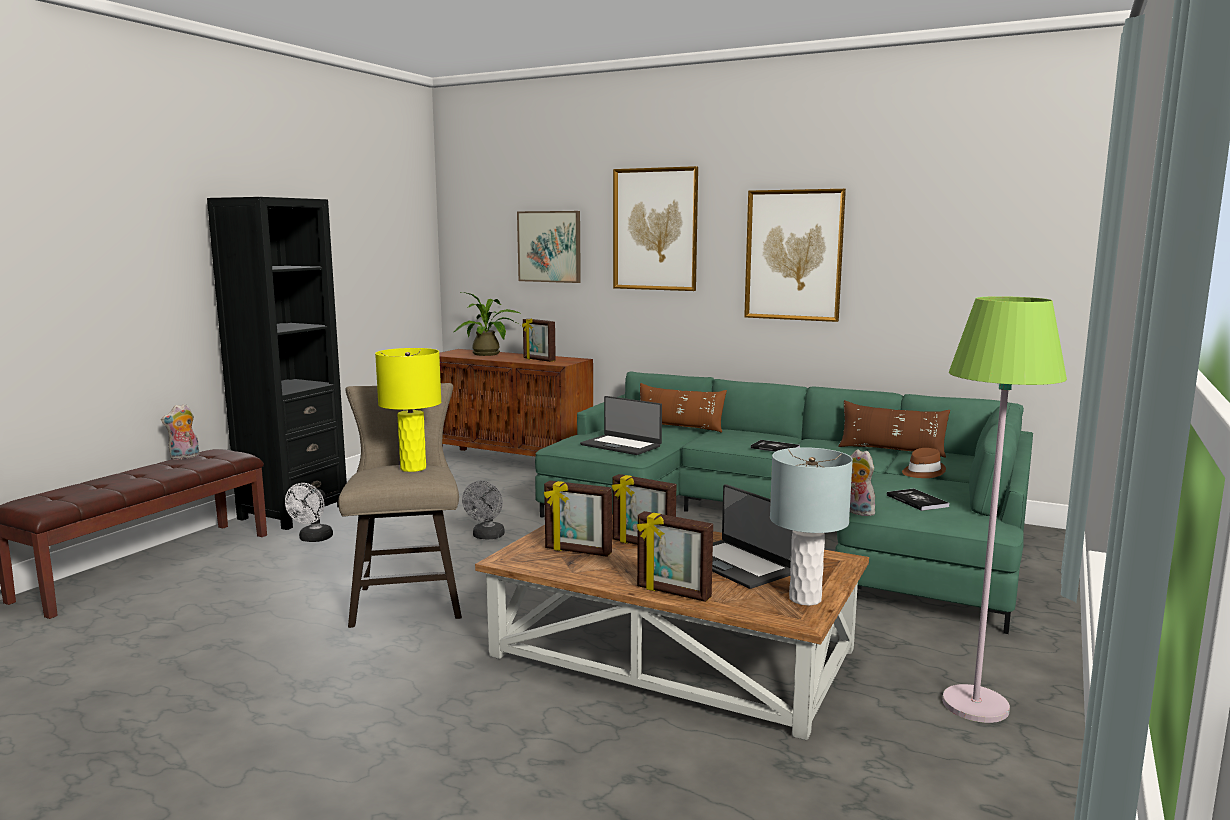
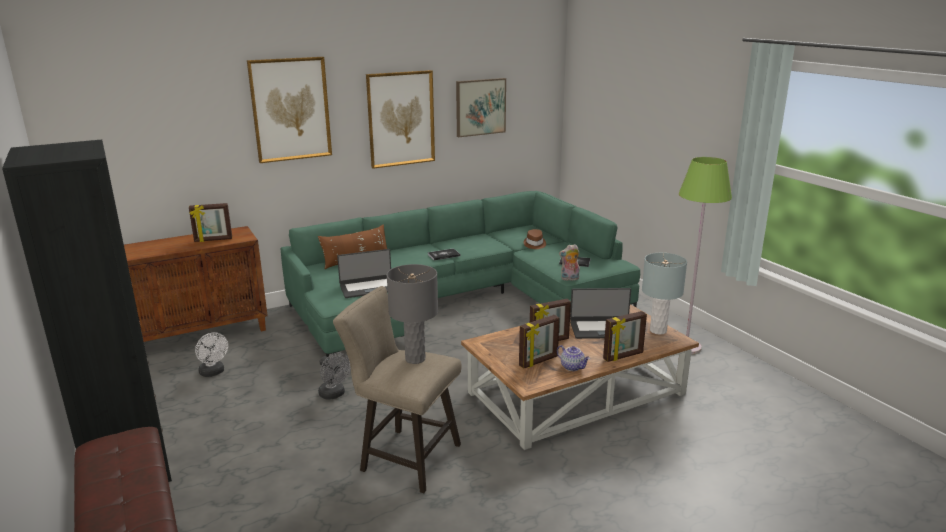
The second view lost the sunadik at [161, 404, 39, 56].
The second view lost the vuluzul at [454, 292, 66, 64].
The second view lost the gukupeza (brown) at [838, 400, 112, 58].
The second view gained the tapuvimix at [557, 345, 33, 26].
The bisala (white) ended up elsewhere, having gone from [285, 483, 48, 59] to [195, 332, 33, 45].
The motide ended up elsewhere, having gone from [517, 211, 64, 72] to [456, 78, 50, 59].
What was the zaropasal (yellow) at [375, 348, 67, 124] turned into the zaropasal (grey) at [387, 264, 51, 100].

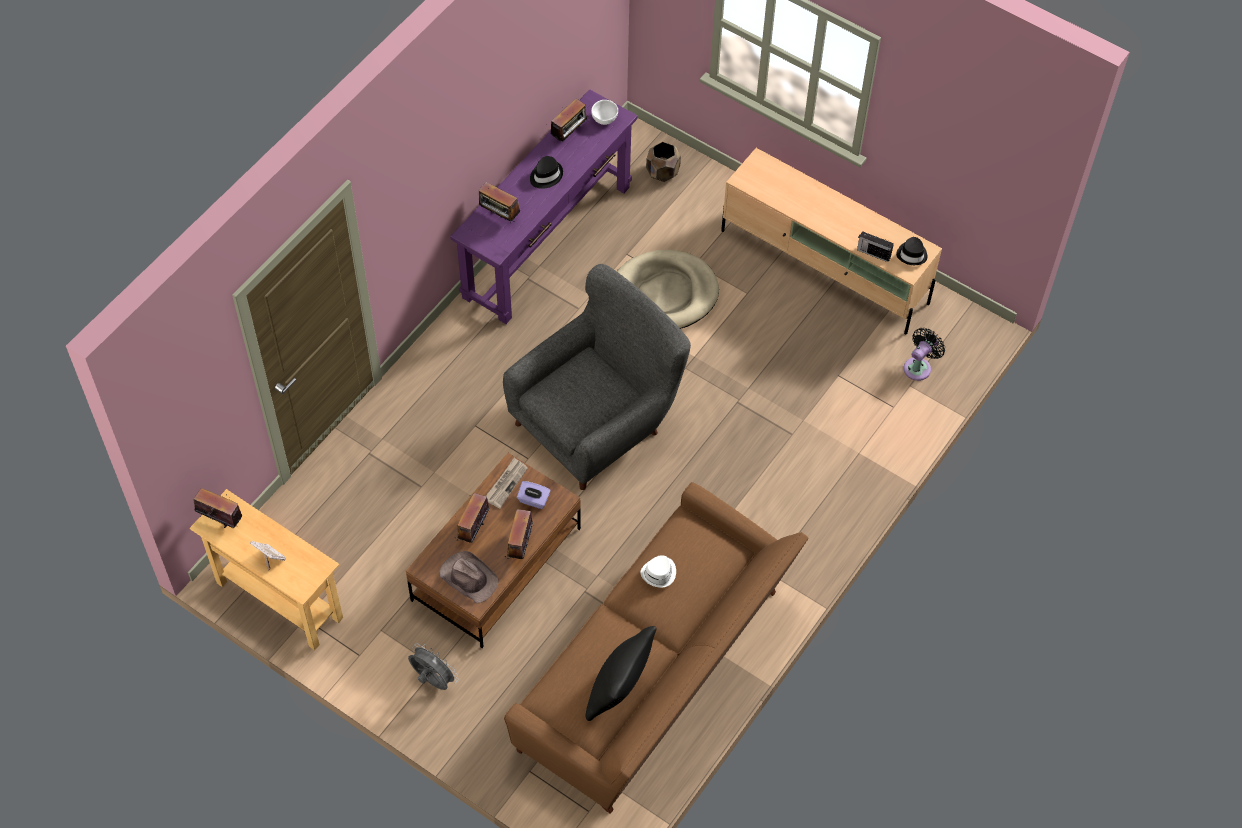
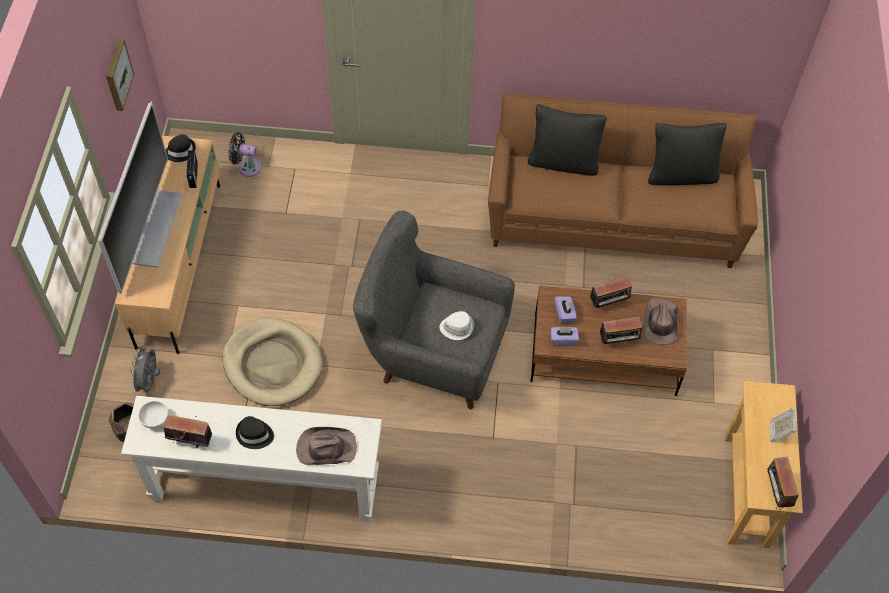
The second view gained the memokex at [98, 102, 85, 192].
The second view gained the motide at [106, 39, 28, 72].
The second view gained the gukupeza (black) at [528, 104, 79, 72].
The bisala (grey) ended up elsewhere, having gone from [408, 643, 51, 47] to [130, 345, 30, 50].
The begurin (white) ended up elsewhere, having gone from [641, 555, 35, 33] to [440, 311, 34, 29].
Where the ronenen stood at [479, 182, 41, 41], the begurin (brown) came to stand at [296, 427, 61, 38].
Where the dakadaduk stood at [486, 457, 42, 51], the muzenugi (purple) came to stand at [551, 327, 28, 19].
What was the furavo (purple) at [450, 89, 188, 235] turned into the furavo (white) at [121, 396, 261, 126].

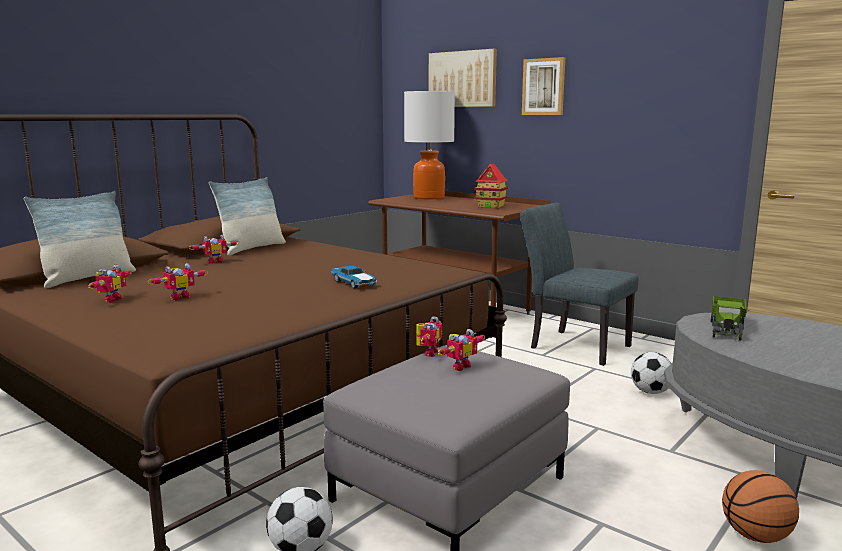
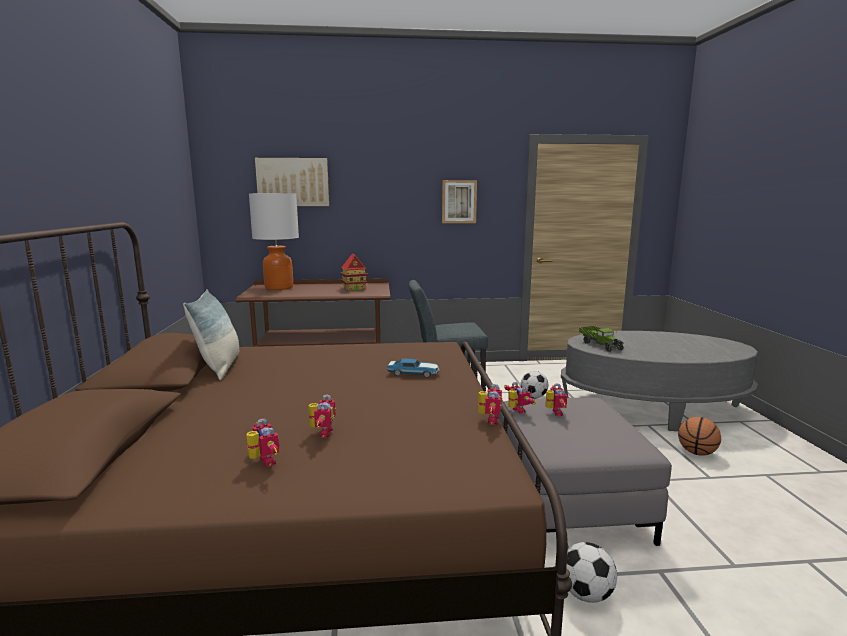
The second view lost the gukupeza at [24, 191, 112, 97].
The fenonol ended up elsewhere, having gone from [189, 234, 50, 30] to [478, 384, 24, 41].
The motide ended up elsewhere, having gone from [522, 57, 43, 58] to [442, 180, 35, 43].

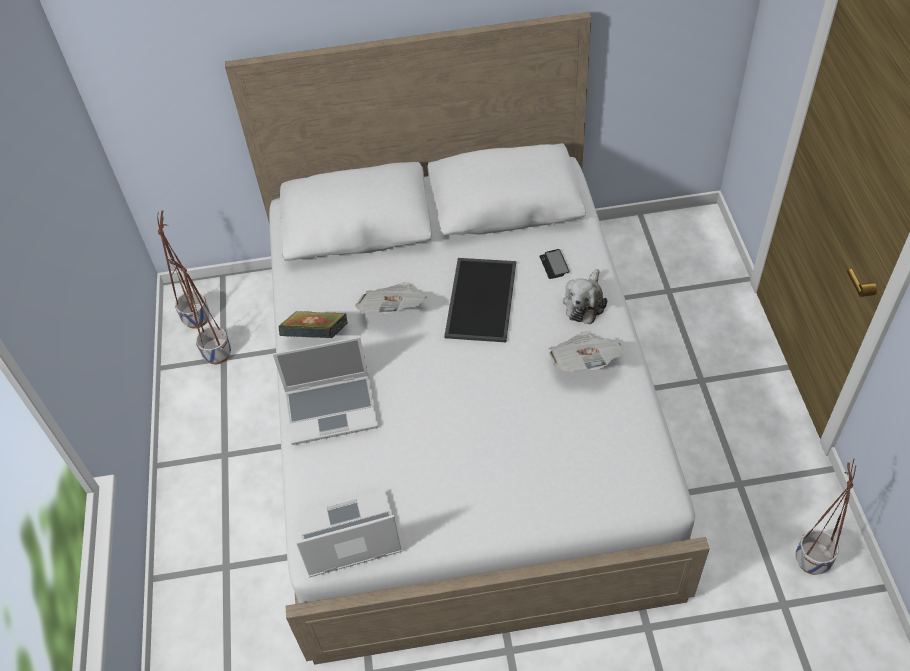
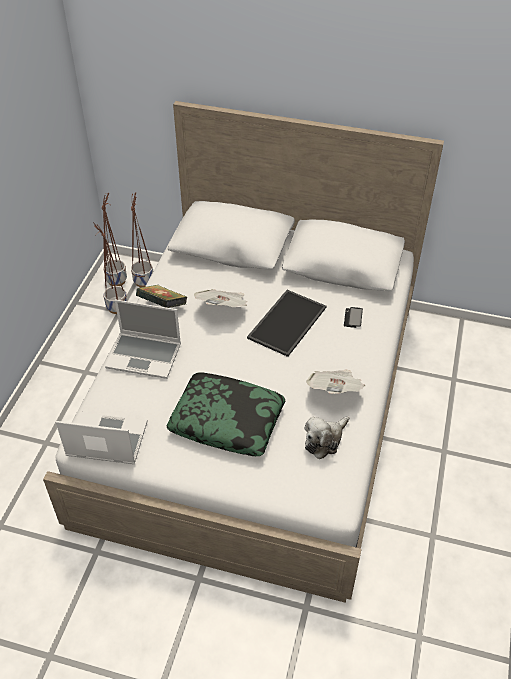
The second view gained the gukupeza at [167, 372, 118, 84].
The sunadik ended up elsewhere, having gone from [563, 269, 44, 56] to [304, 416, 45, 43].
The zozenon ended up elsewhere, having gone from [796, 459, 60, 116] to [131, 192, 22, 95].

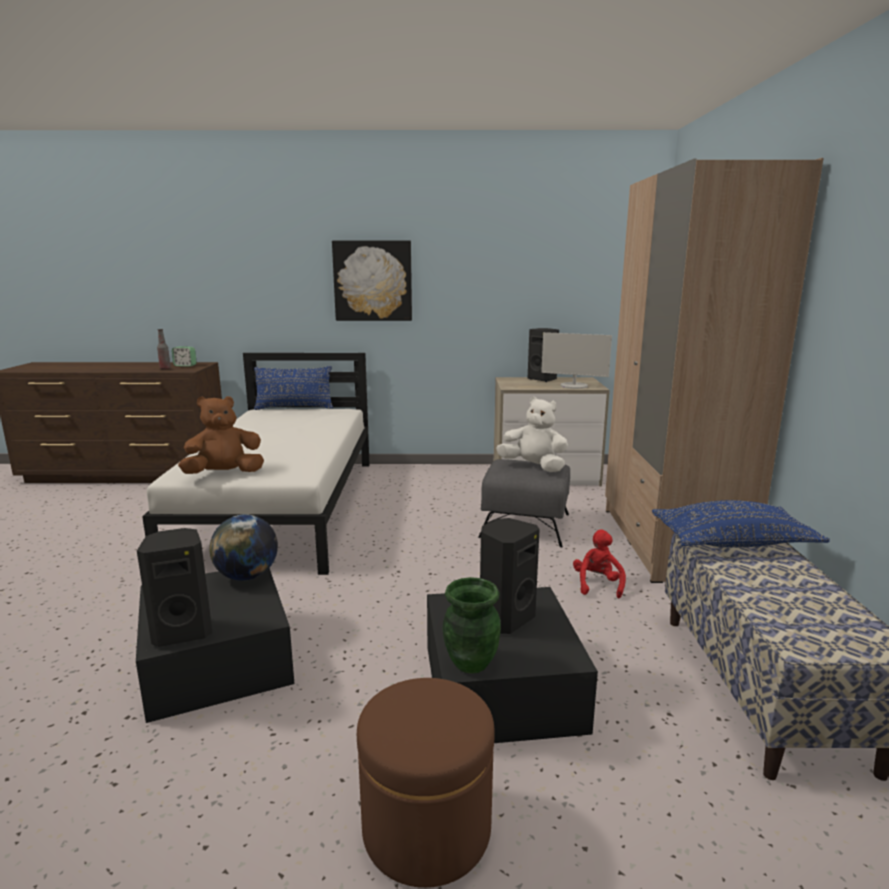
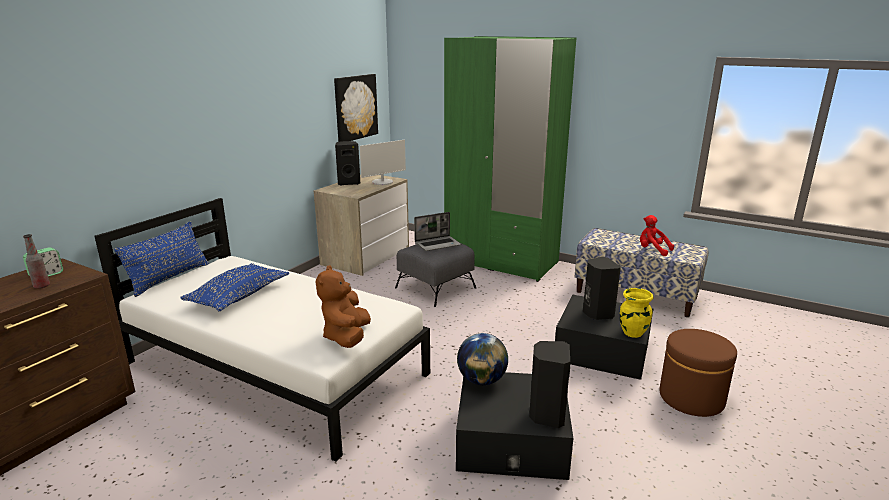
The motide ended up elsewhere, having gone from [332, 240, 80, 81] to [334, 74, 44, 68].
The sunadik (red) ended up elsewhere, having gone from [573, 529, 53, 69] to [640, 215, 34, 41].
The gukupeza (blue) ended up elsewhere, having gone from [652, 500, 178, 47] to [180, 263, 109, 48].
Where the sunadik (white) stood at [496, 397, 72, 75], the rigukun came to stand at [414, 212, 47, 39].
What was the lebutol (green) at [443, 577, 58, 97] turned into the lebutol (yellow) at [620, 288, 33, 50].
What was the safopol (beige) at [605, 158, 219, 425] turned into the safopol (green) at [444, 36, 132, 246].

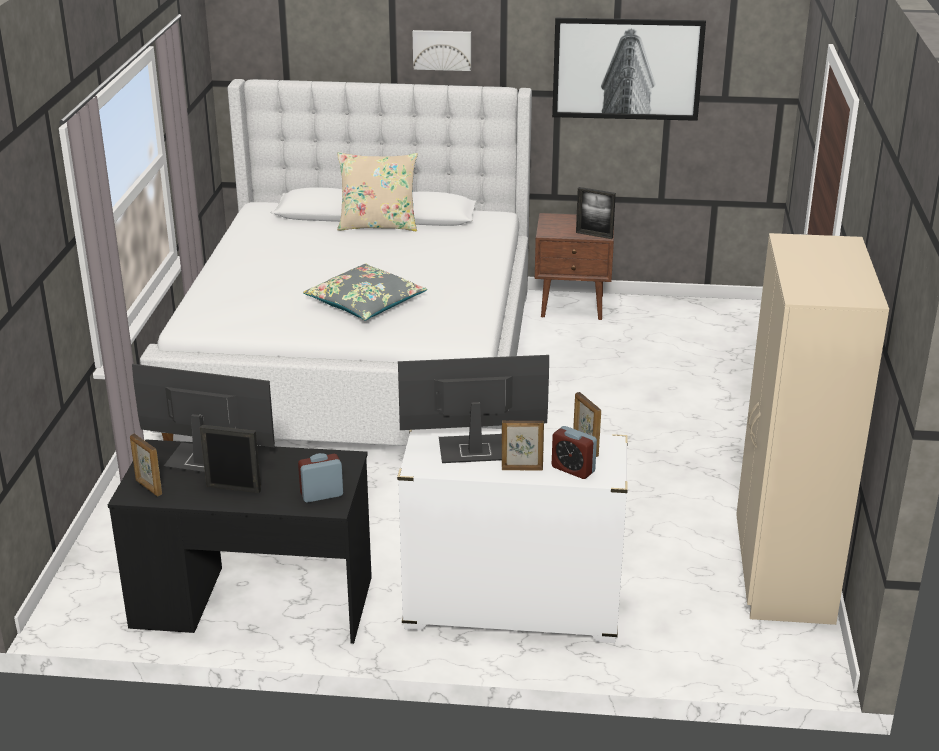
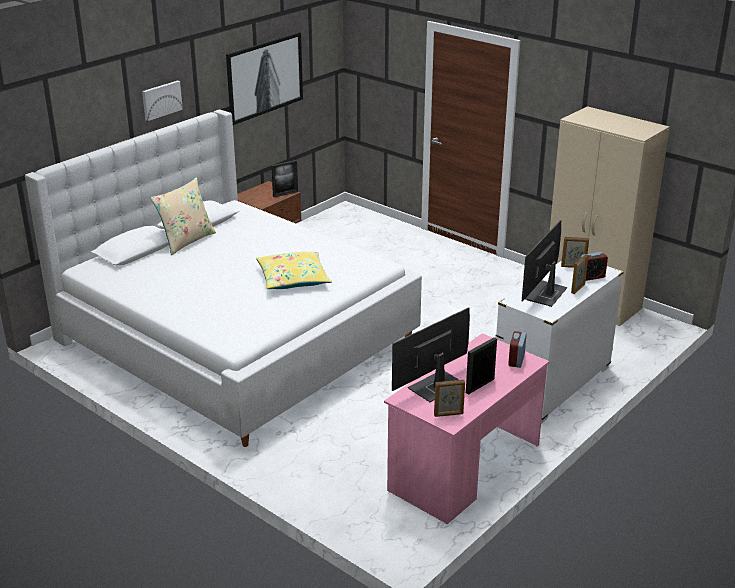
What was the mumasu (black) at [108, 439, 264, 205] turned into the mumasu (pink) at [384, 333, 165, 191].
What was the gukupeza (grey) at [303, 264, 124, 57] turned into the gukupeza (yellow) at [256, 251, 76, 38].

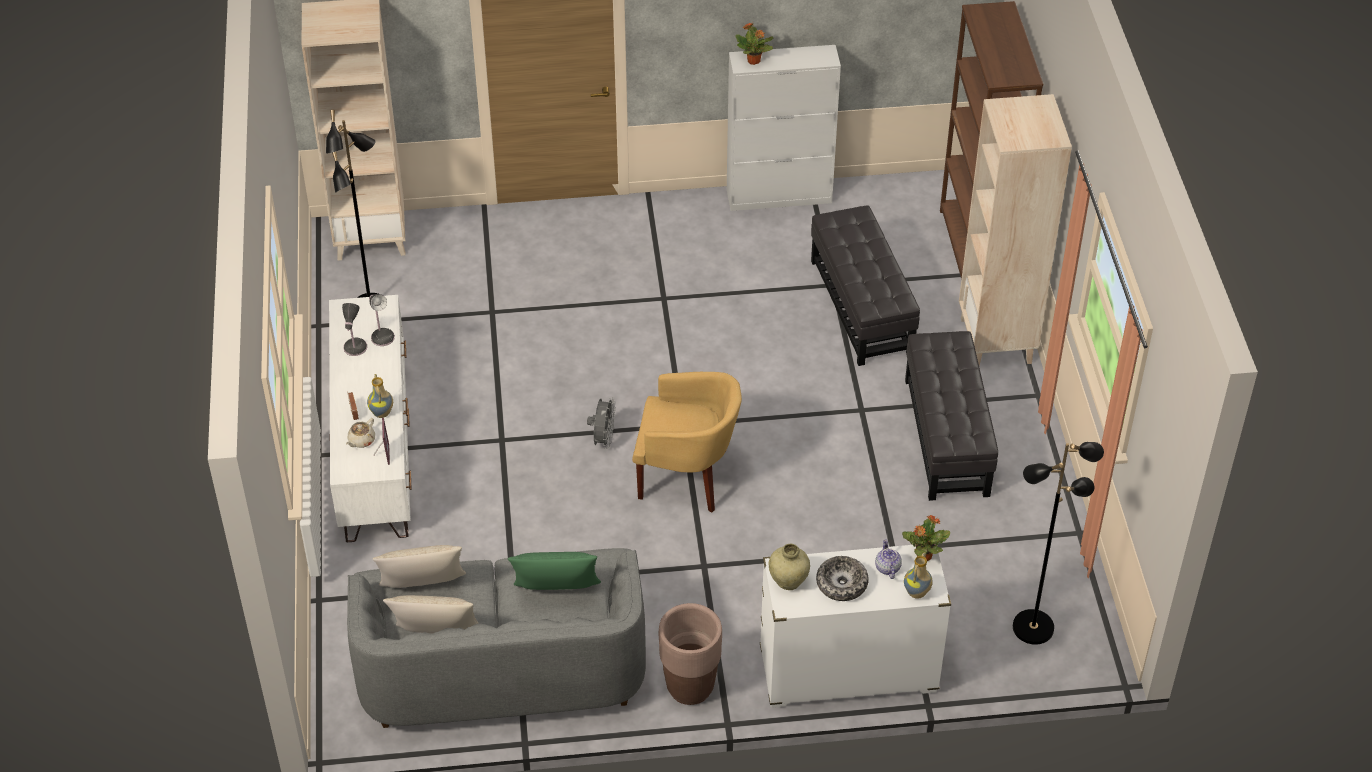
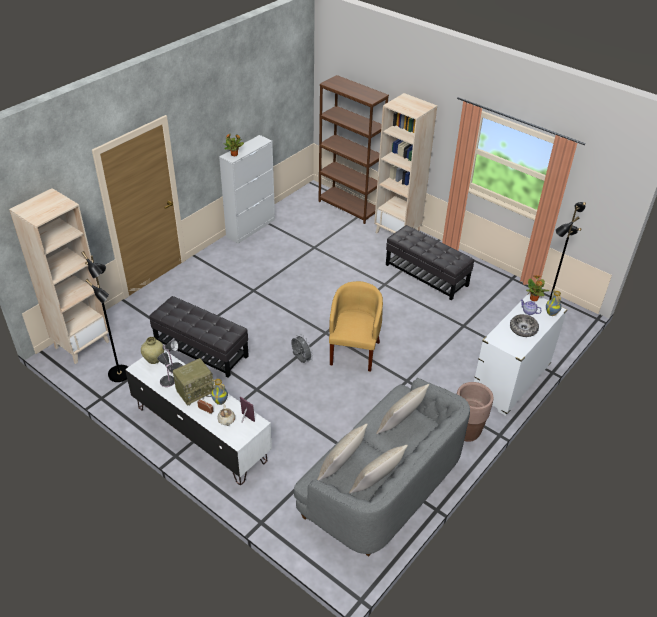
The second view gained the ronenen at [173, 358, 41, 48].
The lebutol (beige) ended up elsewhere, having gone from [769, 544, 41, 46] to [141, 337, 23, 27].
The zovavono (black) ended up elsewhere, having gone from [811, 205, 109, 161] to [149, 296, 100, 82].
What was the gukupeza (green) at [508, 552, 93, 38] turned into the gukupeza (beige) at [376, 384, 53, 50].
The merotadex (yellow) at [632, 372, 110, 141] ended up facing another way, 45 degrees counterclockwise from before.

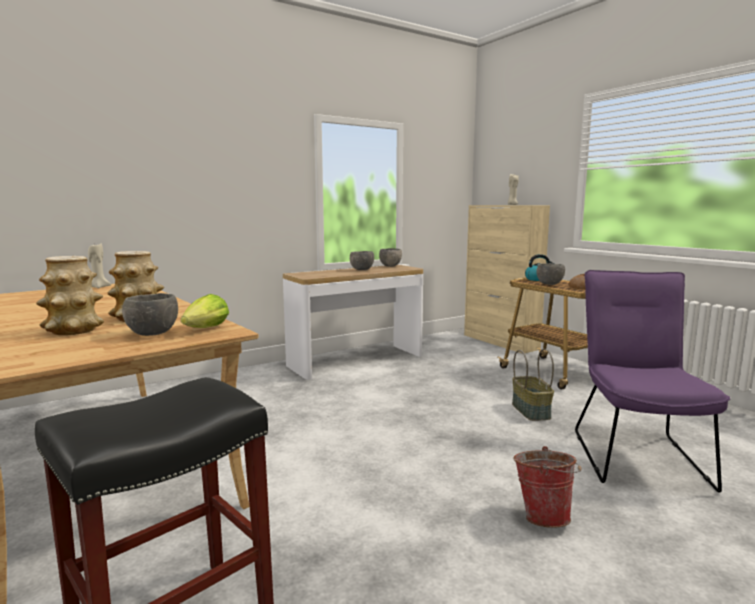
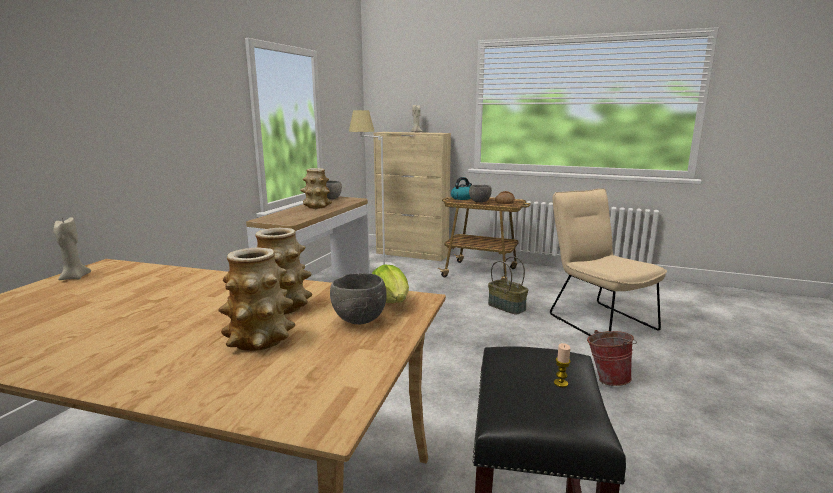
The second view gained the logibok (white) at [349, 110, 46, 158].
The second view gained the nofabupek at [554, 343, 17, 44].
Where the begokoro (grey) stood at [350, 251, 24, 19], the lebutol came to stand at [300, 168, 32, 41].
What was the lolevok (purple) at [575, 270, 155, 223] turned into the lolevok (beige) at [550, 188, 117, 148].

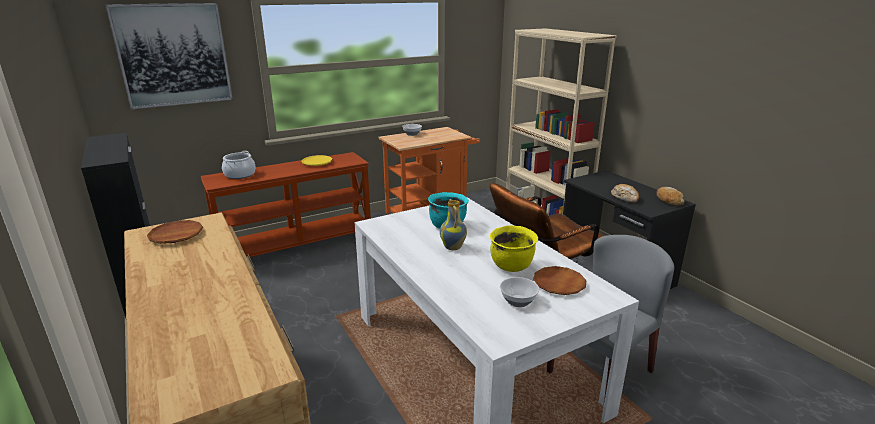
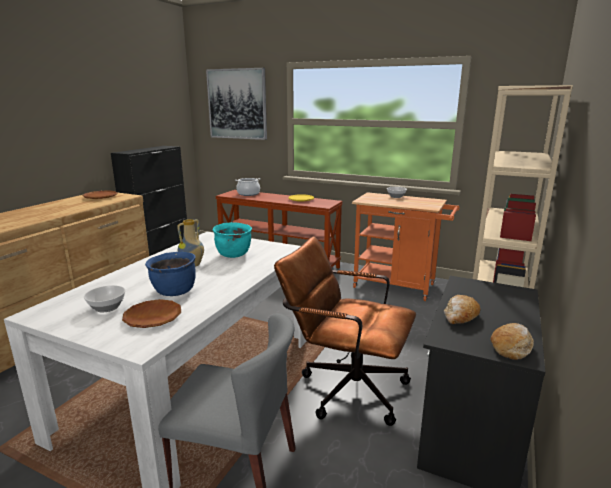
What was the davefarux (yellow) at [490, 226, 48, 46] turned into the davefarux (blue) at [145, 252, 51, 44].

